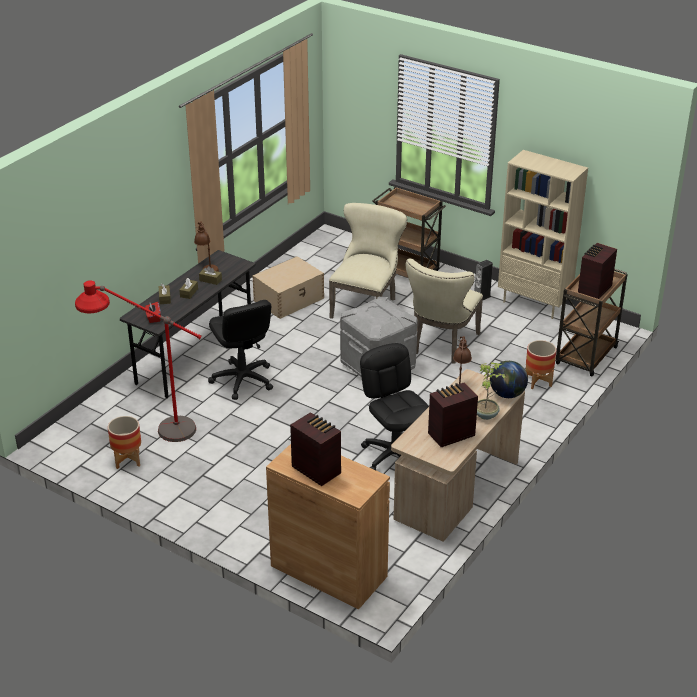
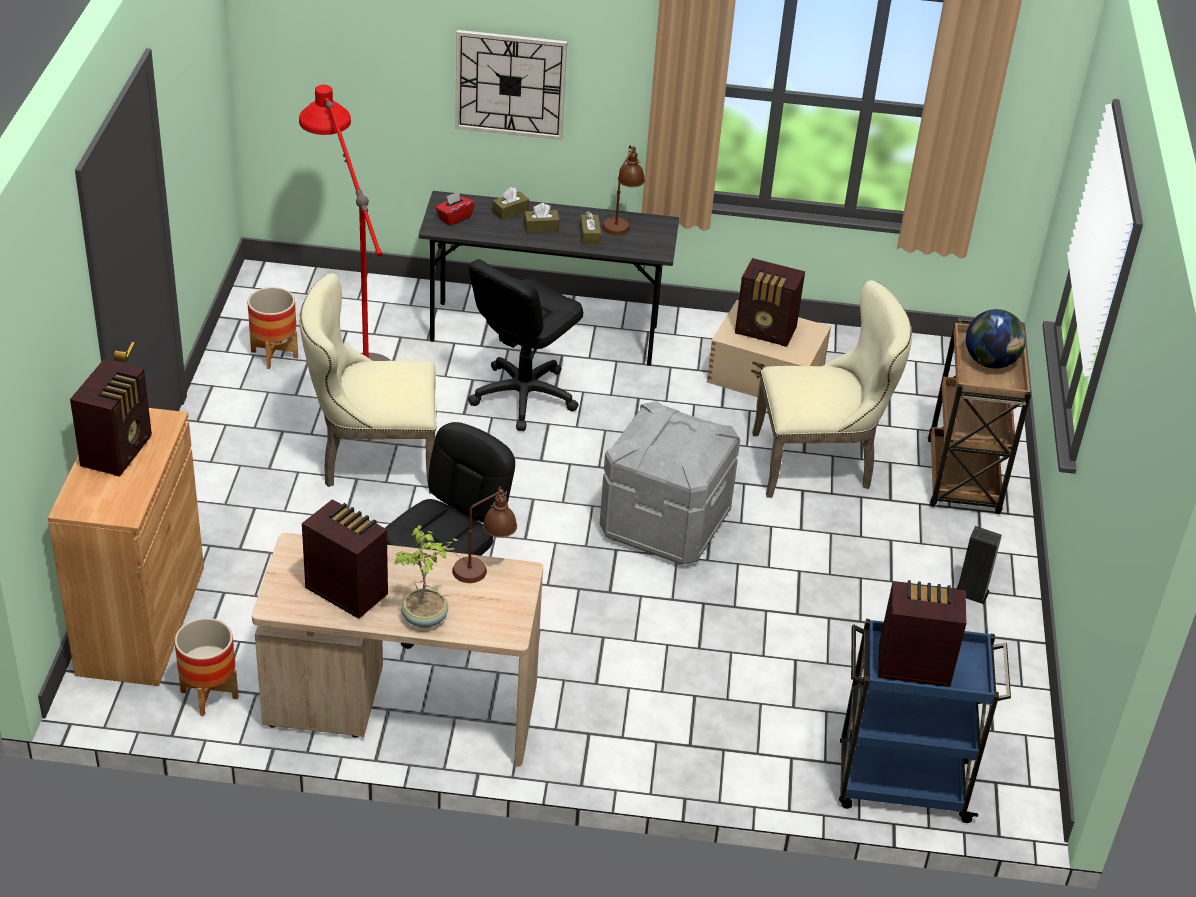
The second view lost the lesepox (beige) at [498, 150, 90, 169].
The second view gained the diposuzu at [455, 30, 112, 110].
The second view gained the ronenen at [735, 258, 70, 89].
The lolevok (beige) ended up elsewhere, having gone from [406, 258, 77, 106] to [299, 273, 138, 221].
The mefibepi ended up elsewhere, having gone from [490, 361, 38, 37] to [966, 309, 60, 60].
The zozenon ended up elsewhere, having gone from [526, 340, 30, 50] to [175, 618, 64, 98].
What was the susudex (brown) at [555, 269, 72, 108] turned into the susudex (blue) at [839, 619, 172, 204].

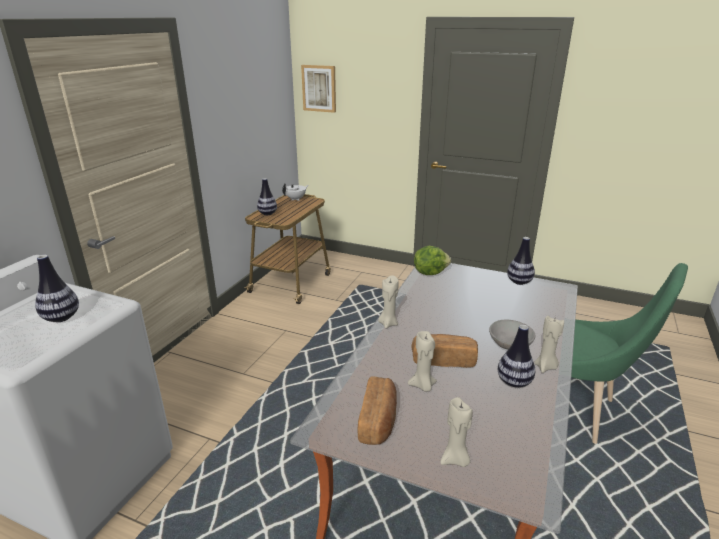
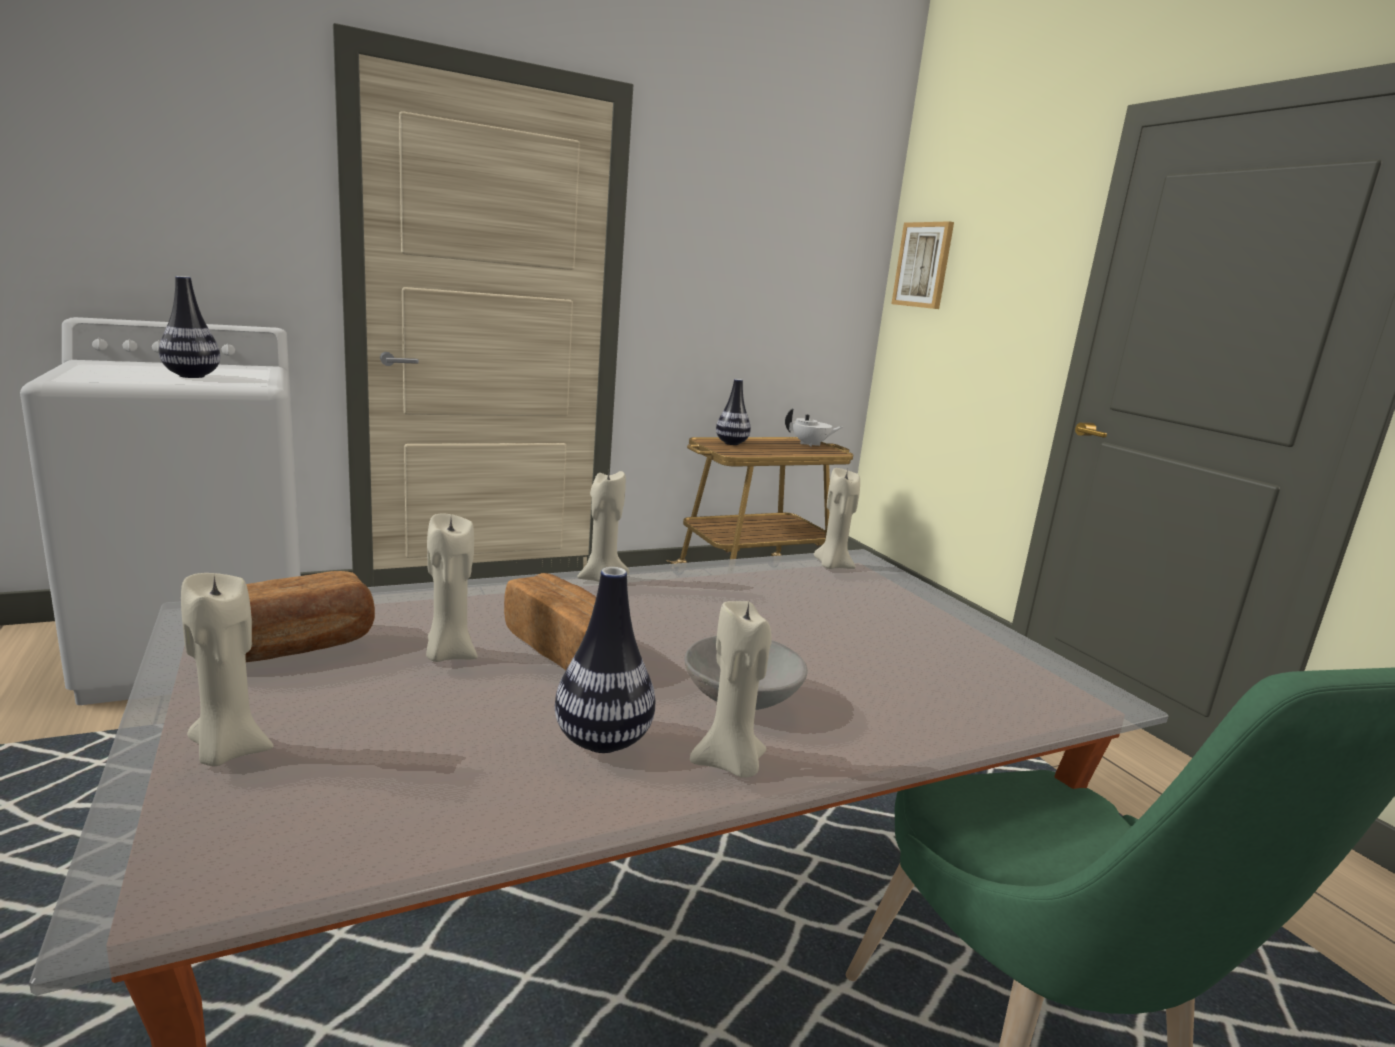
The second view lost the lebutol at [507, 237, 28, 48].
Where the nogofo stood at [414, 246, 37, 29], the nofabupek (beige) came to stand at [814, 468, 46, 101].

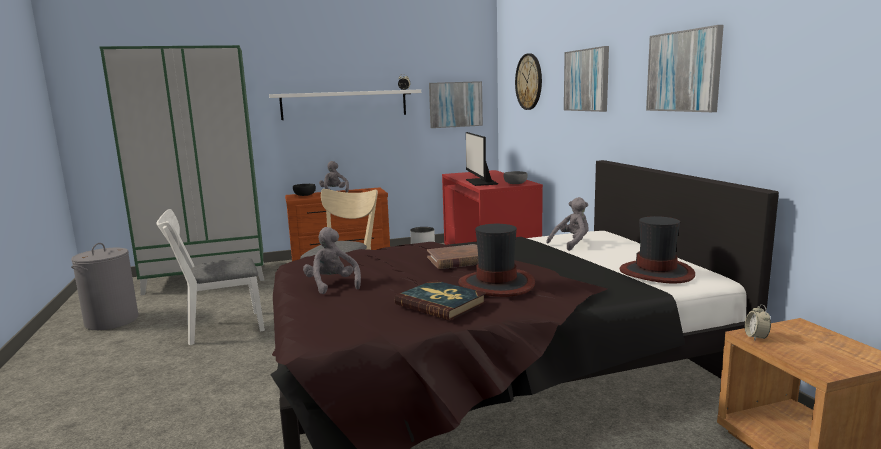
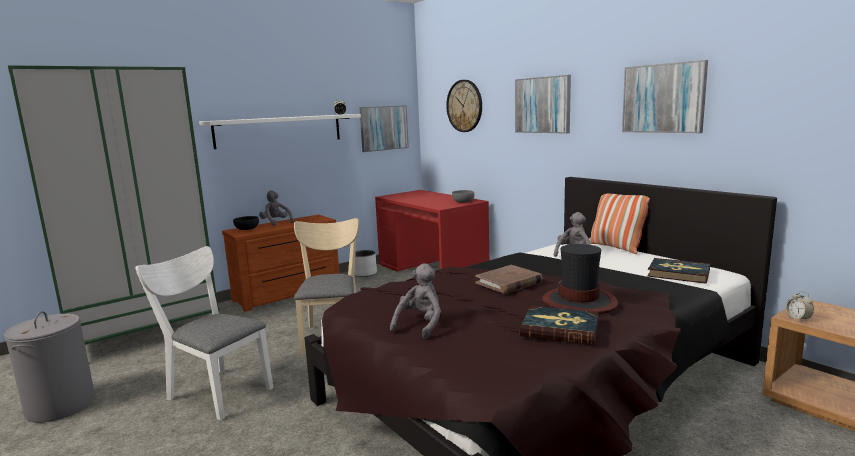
The second view lost the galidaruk at [466, 132, 32, 54].
The second view gained the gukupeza at [589, 194, 61, 60].
Where the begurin stood at [620, 216, 75, 68], the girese came to stand at [647, 258, 63, 26].
The lolevok (white) at [156, 209, 109, 136] ended up facing another way, 75 degrees clockwise from before.
The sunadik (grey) at [303, 227, 58, 67] ended up facing another way, 75 degrees clockwise from before.

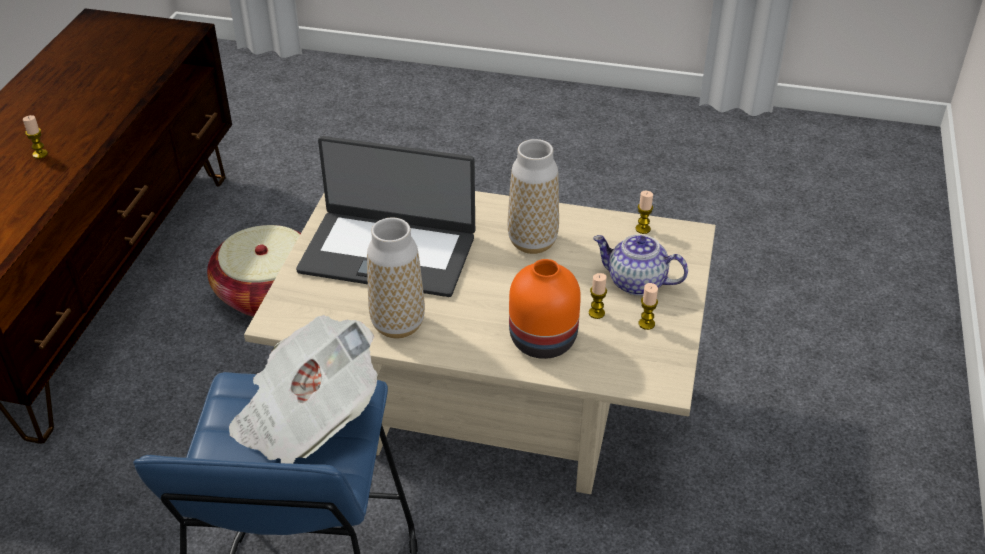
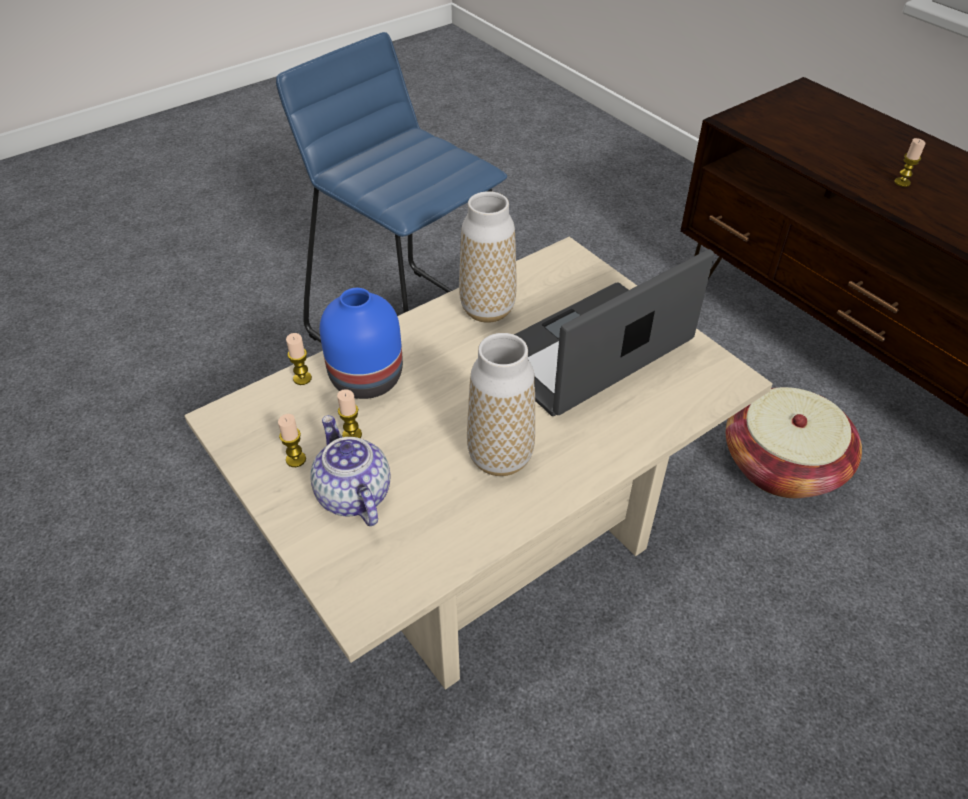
The second view lost the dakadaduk at [229, 315, 149, 149].
The nofabupek ended up elsewhere, having gone from [635, 191, 18, 43] to [286, 333, 26, 52].
What was the lebutol (orange) at [509, 259, 72, 100] turned into the lebutol (blue) at [320, 288, 83, 111].
The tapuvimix at [593, 234, 95, 62] ended up facing another way, 90 degrees counterclockwise from before.

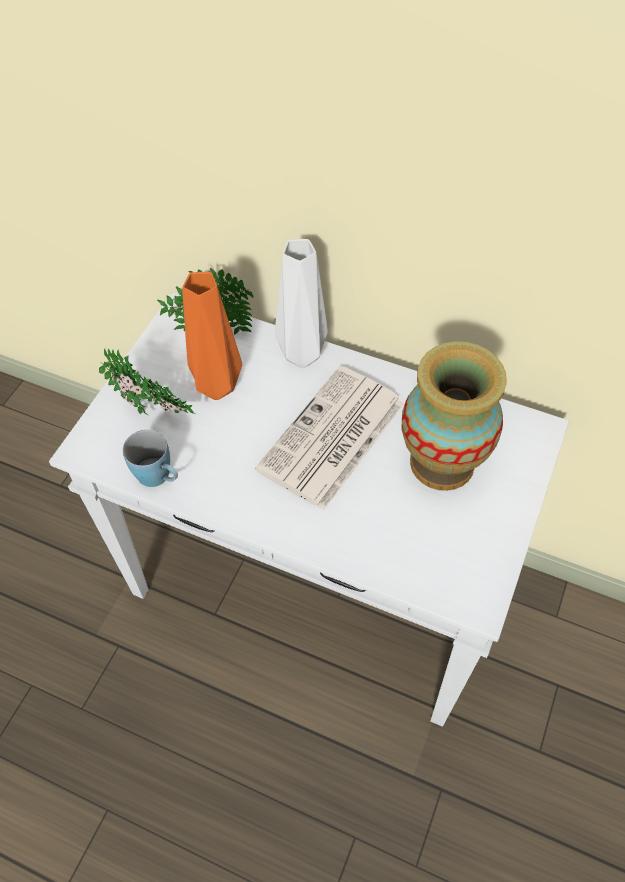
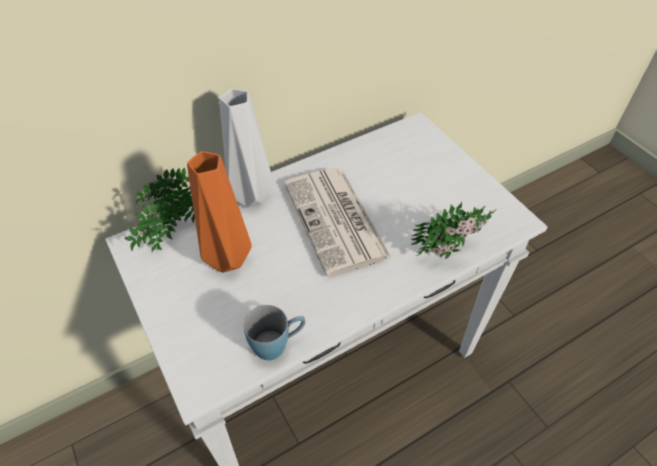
The second view lost the lebutol at [401, 341, 106, 150].
The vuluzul ended up elsewhere, having gone from [99, 349, 96, 66] to [411, 202, 84, 57].

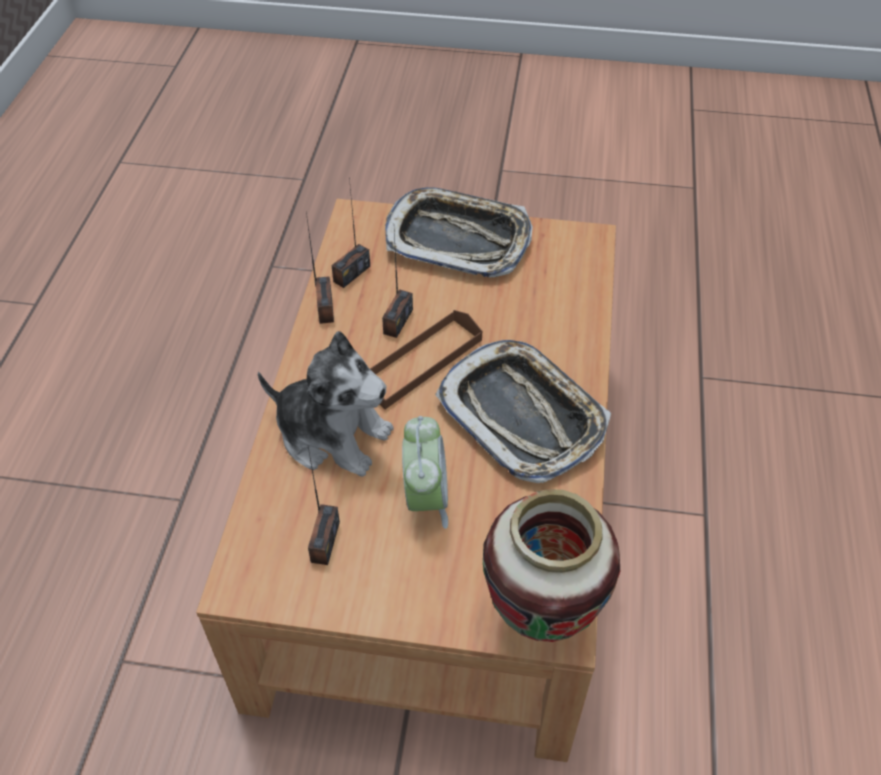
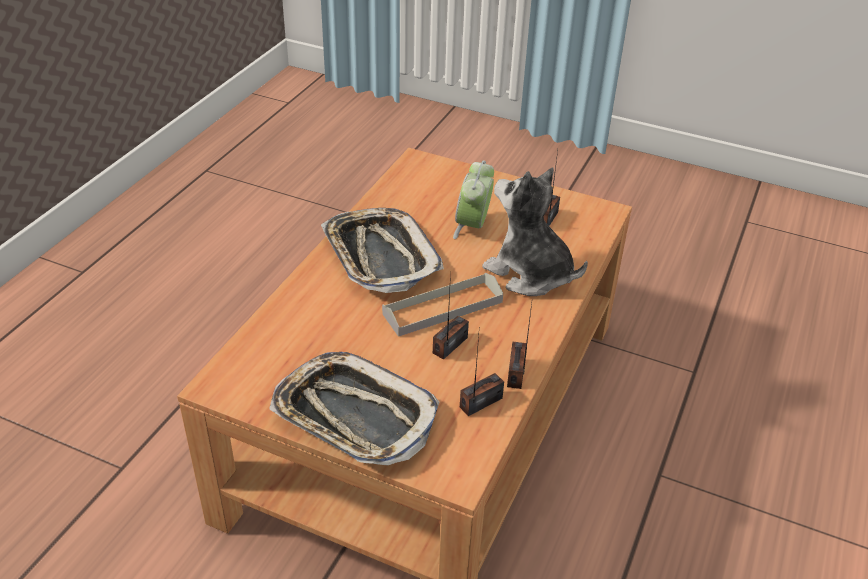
The second view lost the lebutol at [483, 489, 137, 153].
What was the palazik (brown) at [370, 310, 112, 99] turned into the palazik (grey) at [382, 273, 121, 64].

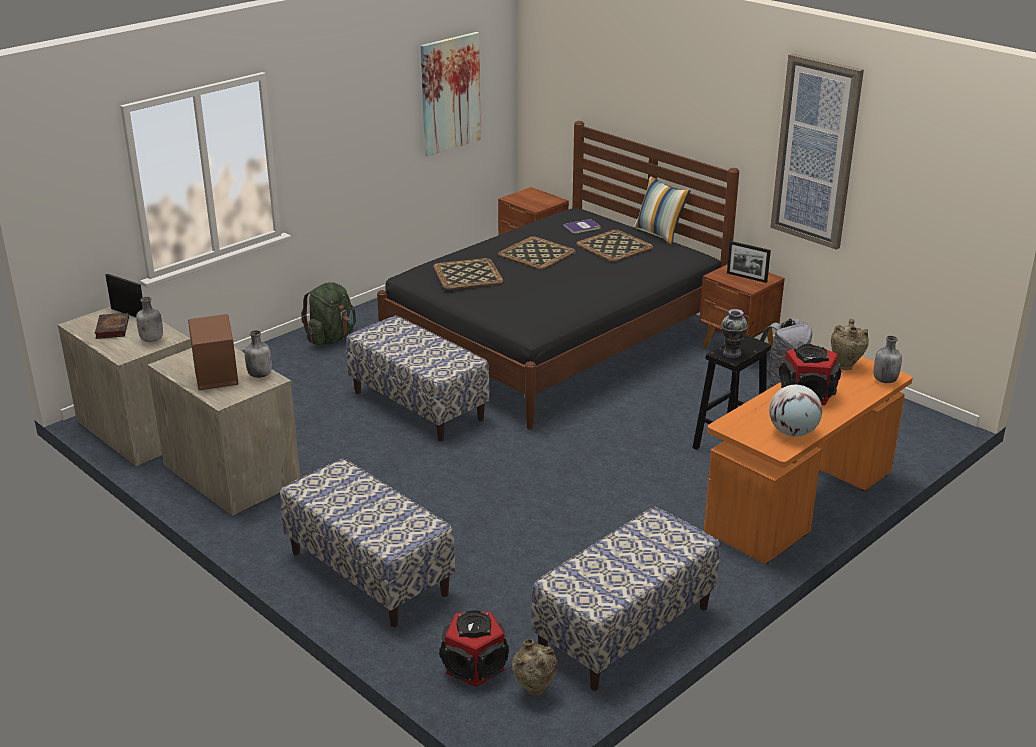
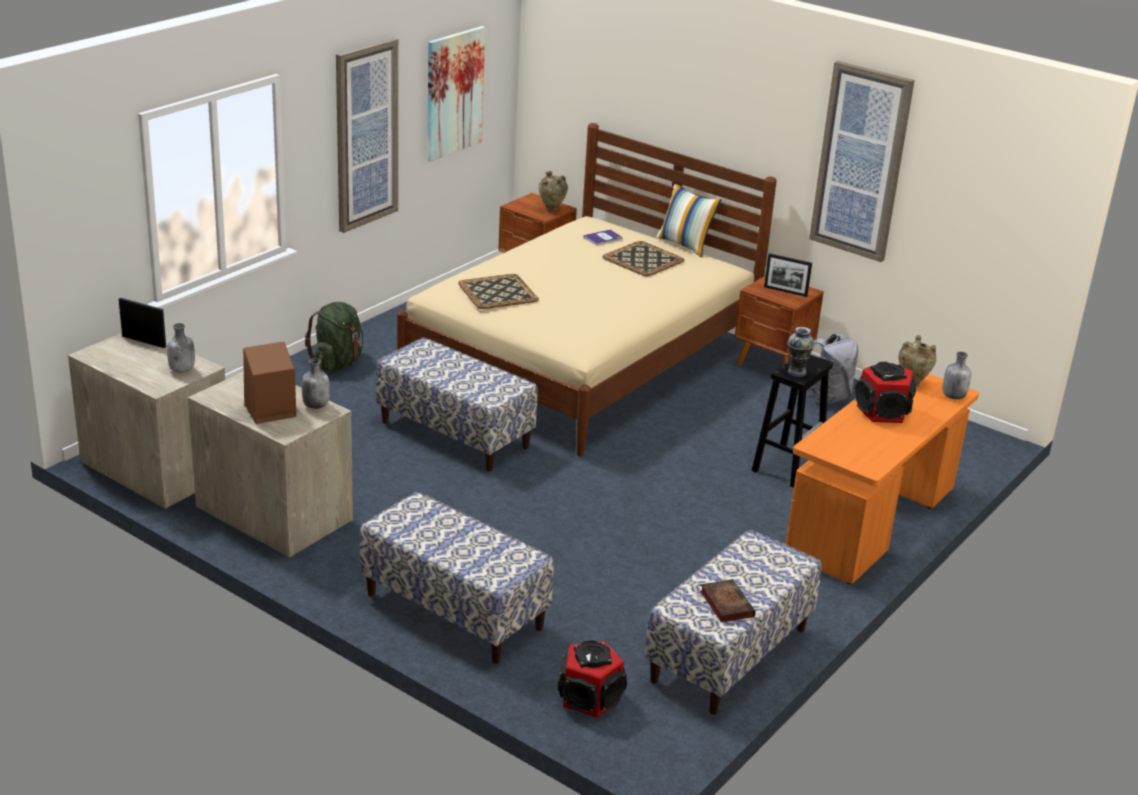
The second view lost the palazik at [498, 236, 78, 34].
The second view lost the mefibepi at [769, 385, 53, 52].
The second view gained the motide at [336, 38, 62, 195].
The girese ended up elsewhere, having gone from [95, 313, 34, 26] to [700, 579, 56, 44].
The lebutol (beige) ended up elsewhere, having gone from [512, 639, 45, 57] to [538, 171, 30, 40].
What was the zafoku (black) at [377, 121, 362, 309] turned into the zafoku (beige) at [397, 123, 380, 333].

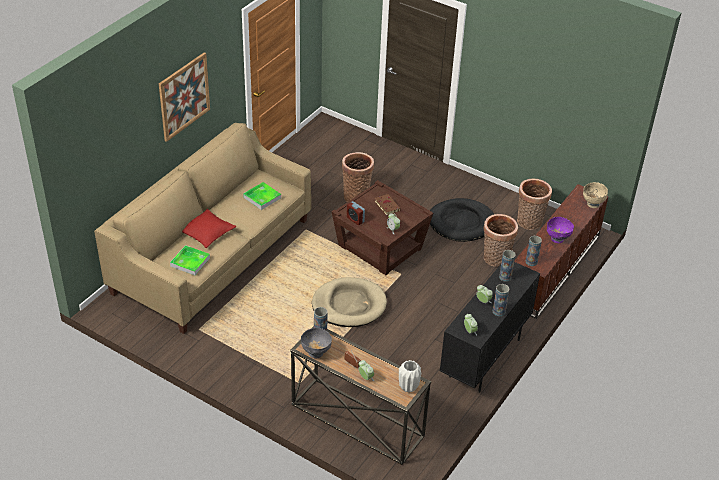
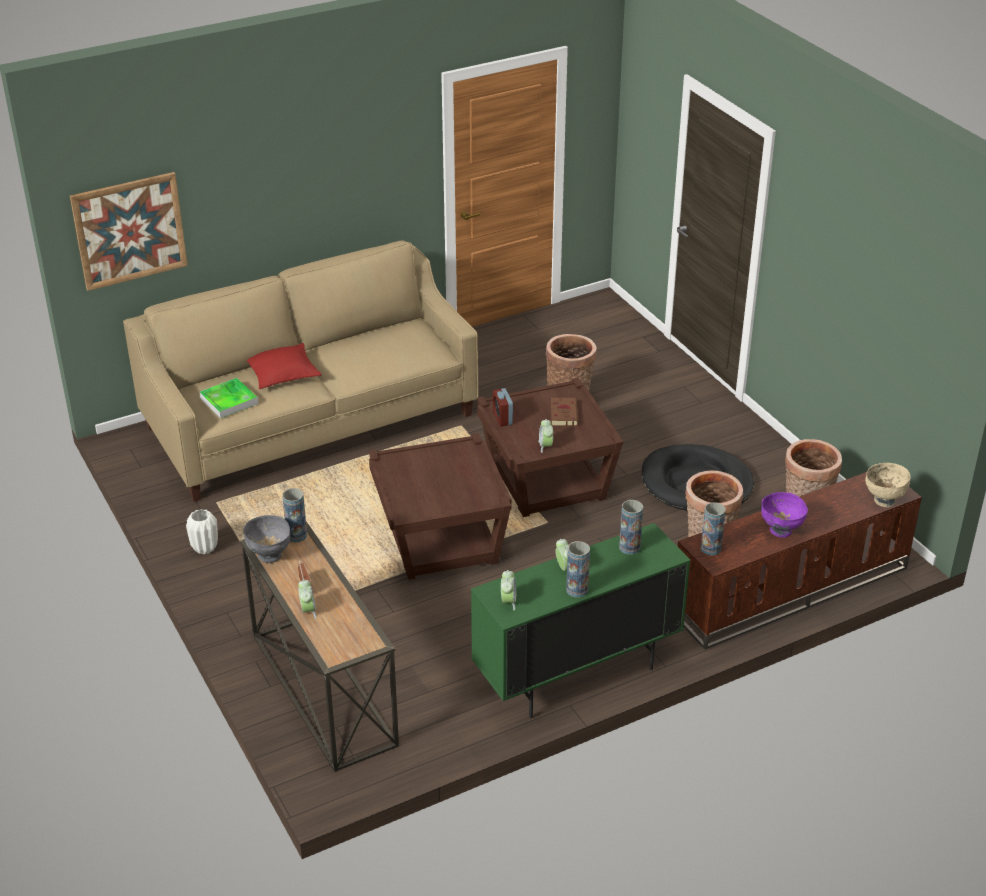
The second view lost the palazik at [243, 182, 38, 28].
The motide ended up elsewhere, having gone from [159, 52, 51, 90] to [70, 172, 118, 119].
The lebutol (white) ended up elsewhere, having gone from [399, 360, 22, 32] to [186, 509, 32, 46].
Where the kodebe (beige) stood at [312, 277, 75, 50], the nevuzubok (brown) came to stand at [368, 433, 144, 147].
What was the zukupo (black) at [440, 262, 100, 130] turned into the zukupo (green) at [471, 523, 220, 196].

